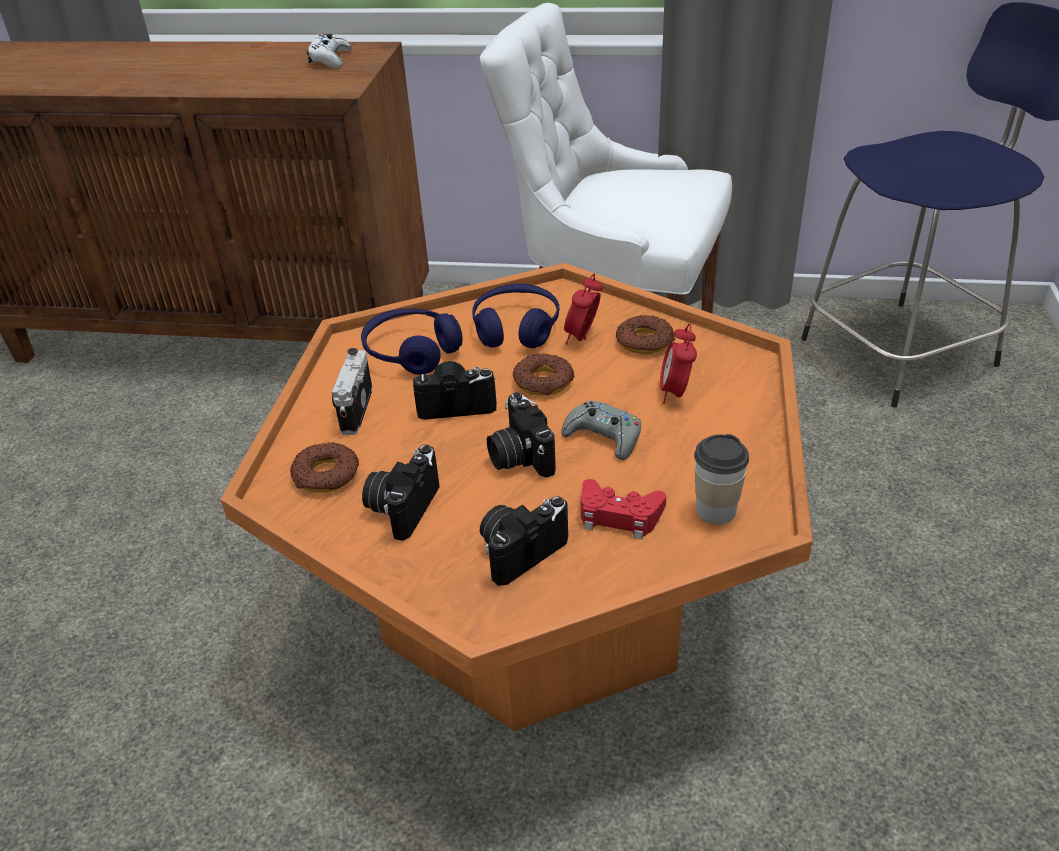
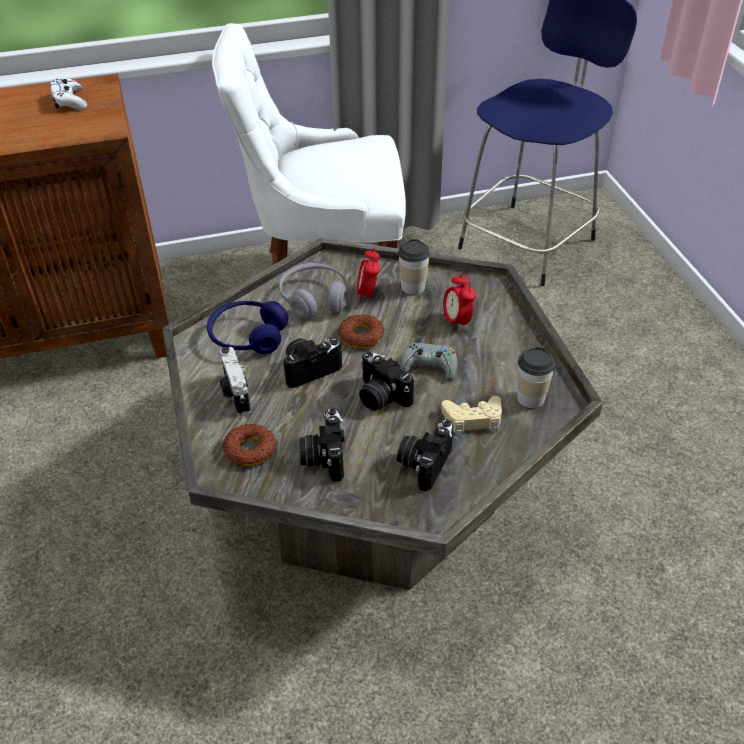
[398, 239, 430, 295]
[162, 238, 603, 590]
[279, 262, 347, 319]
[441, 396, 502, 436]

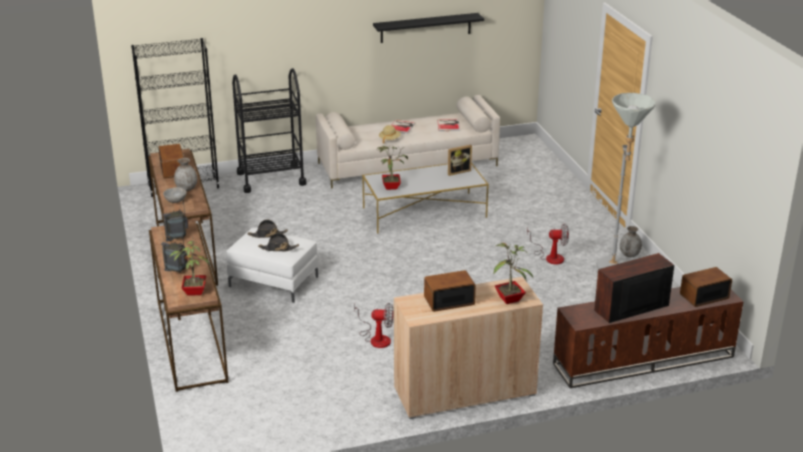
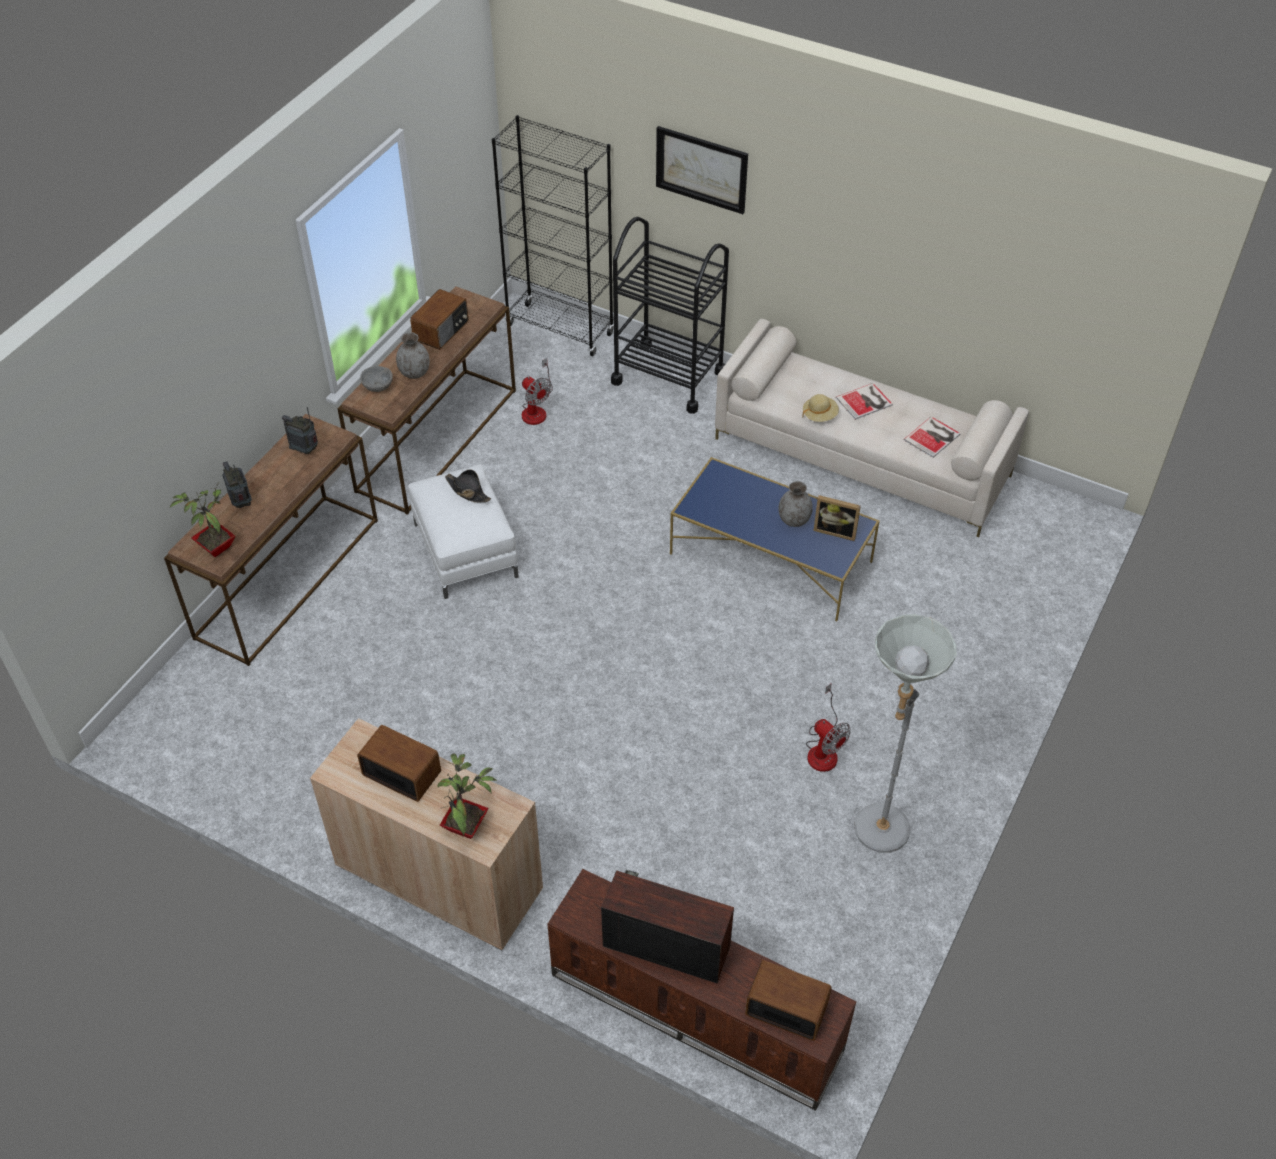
[258, 233, 299, 251] (first image)
[373, 13, 484, 43] (first image)
[378, 146, 408, 190] (first image)
[656, 126, 748, 214]
[522, 358, 553, 425]
[778, 481, 813, 527]
[670, 457, 880, 621]

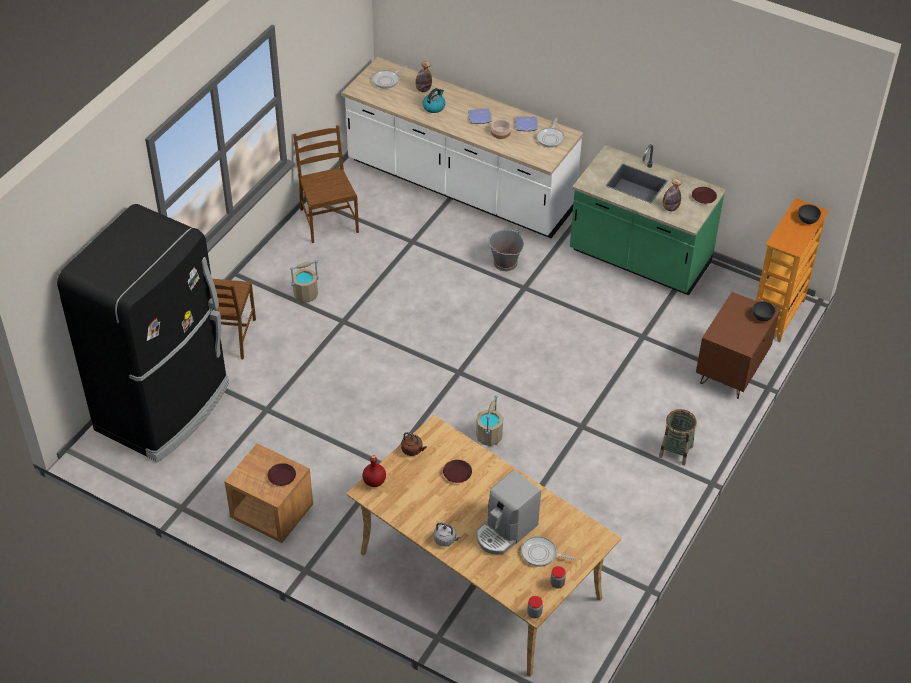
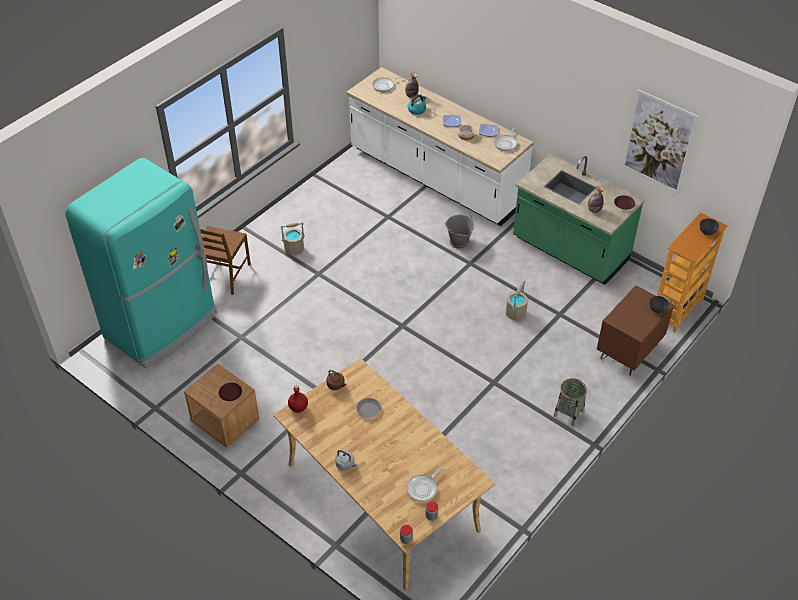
[293, 125, 359, 243] (first image)
[476, 470, 541, 555] (first image)
[622, 89, 699, 194]
[506, 281, 528, 321]
[65, 158, 217, 369]
[356, 398, 381, 418]
[407, 466, 443, 502]

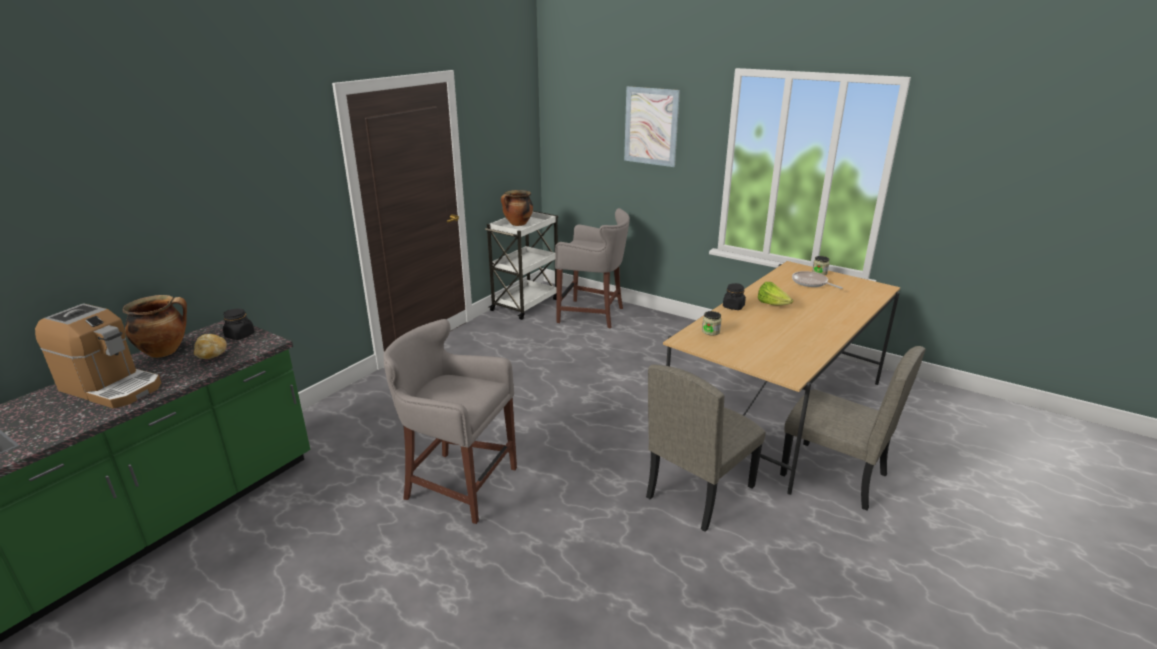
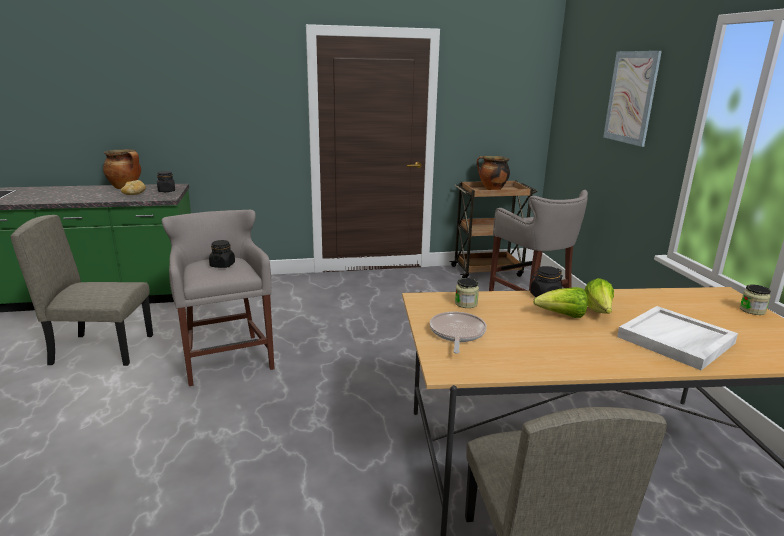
[35, 303, 161, 408] (first image)
[209, 240, 235, 268]
[533, 287, 588, 318]
[617, 306, 738, 370]
[10, 215, 153, 366]
[430, 311, 487, 354]
[449, 181, 537, 278]

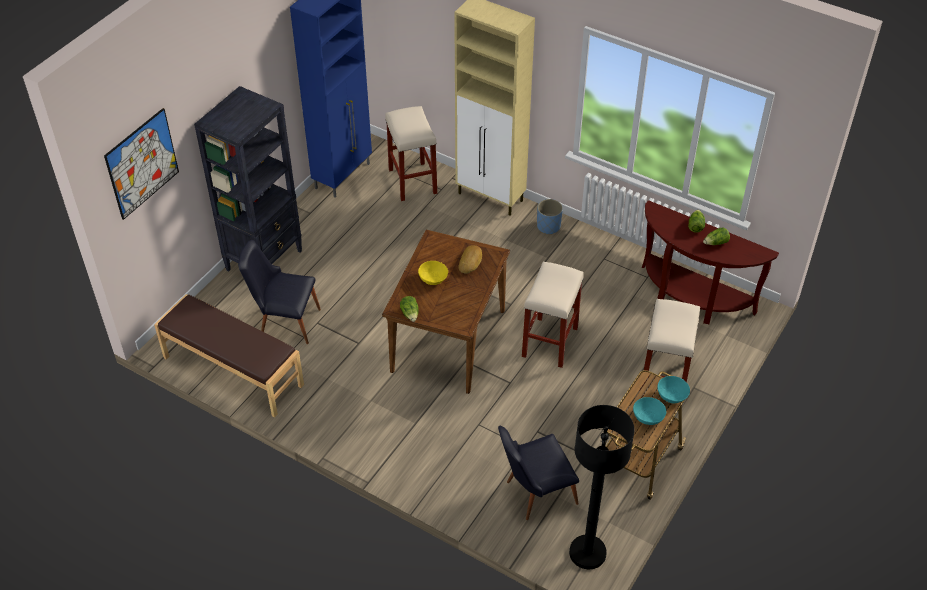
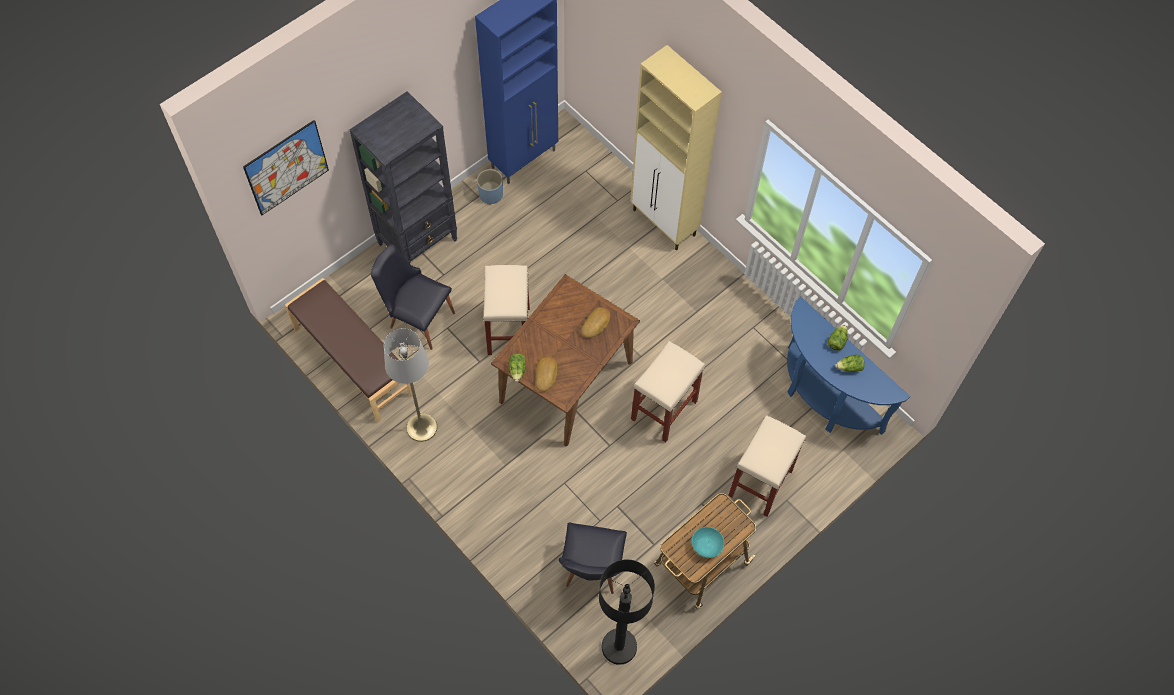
[418, 261, 448, 285] (first image)
[657, 376, 690, 403] (first image)
[384, 328, 437, 442]
[535, 356, 557, 392]
[483, 265, 530, 355]
[477, 169, 503, 205]
[787, 297, 910, 435]
[559, 522, 627, 594]

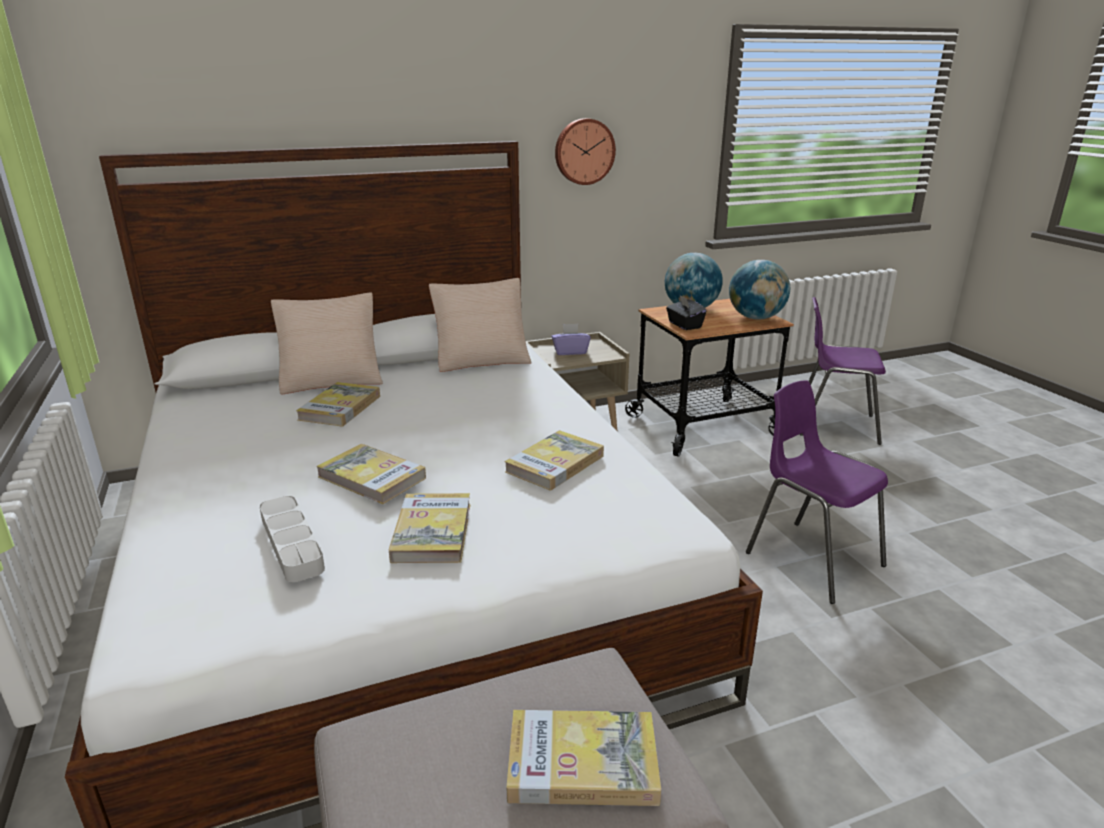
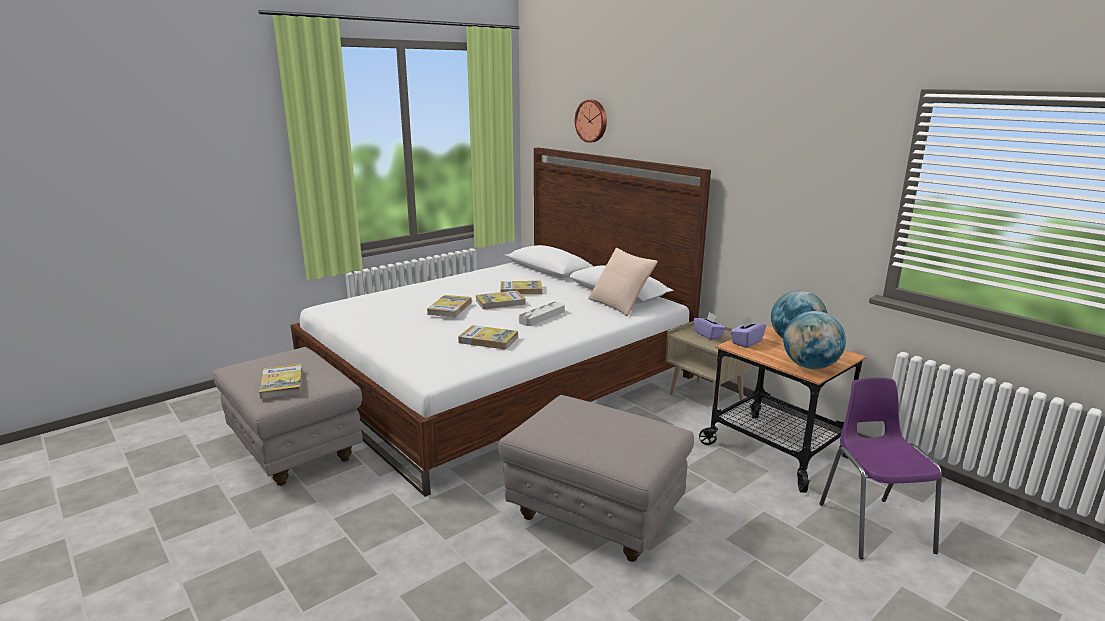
[271, 293, 383, 394] (first image)
[519, 302, 565, 326]
[476, 291, 526, 310]
[575, 100, 607, 143]
[499, 395, 694, 562]
[730, 315, 766, 348]

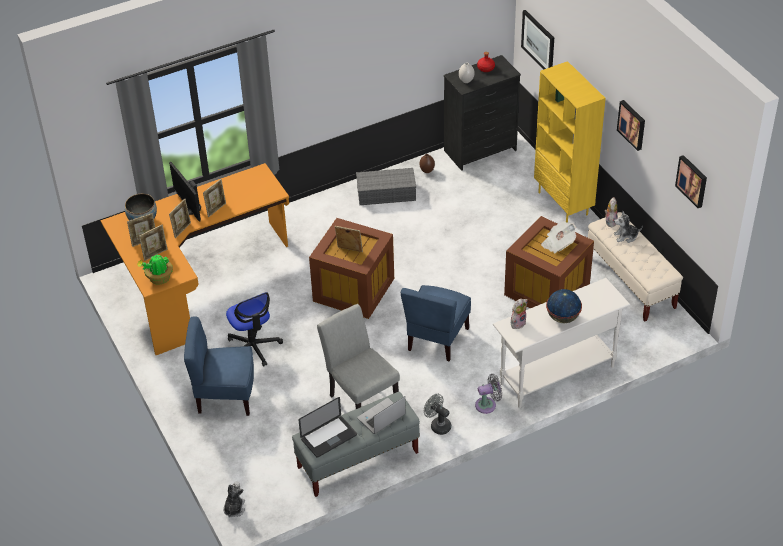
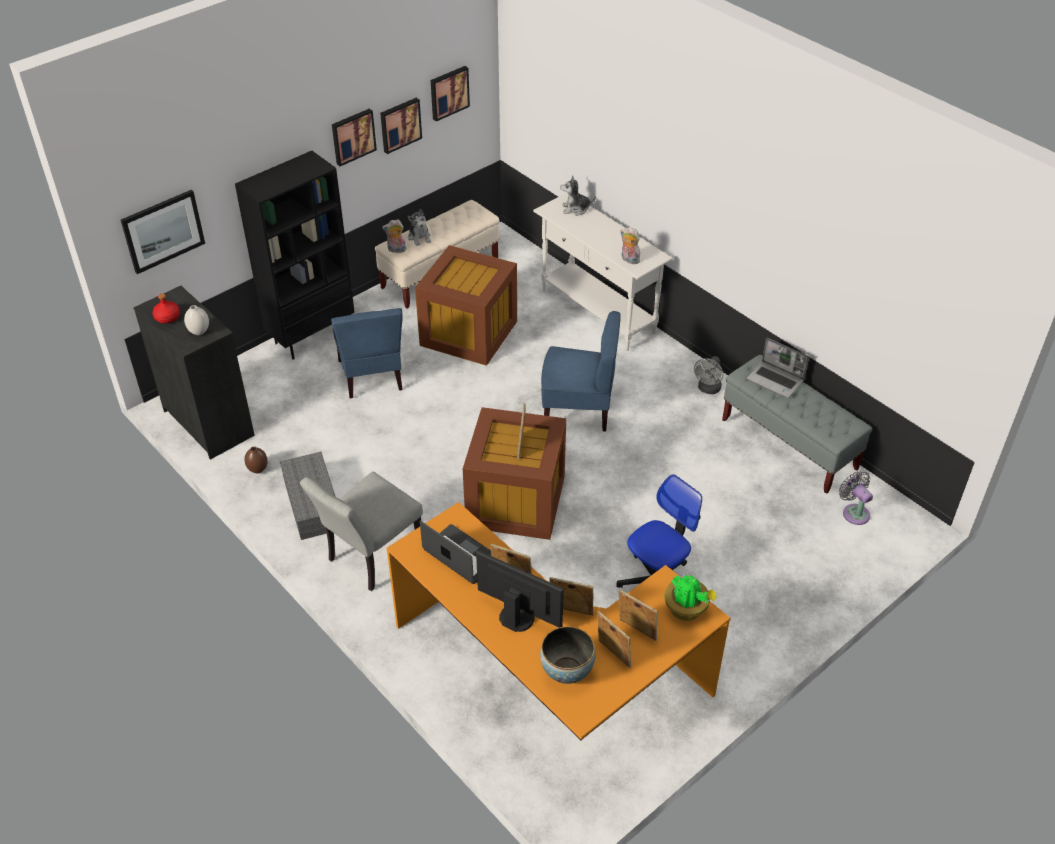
[541, 221, 577, 253] (first image)
[546, 289, 582, 323] (first image)
[380, 98, 422, 154]
[331, 308, 403, 398]
[560, 176, 596, 216]
[420, 521, 491, 584]
[300, 472, 423, 591]
[839, 471, 873, 525]
[235, 151, 355, 360]
[476, 550, 564, 632]

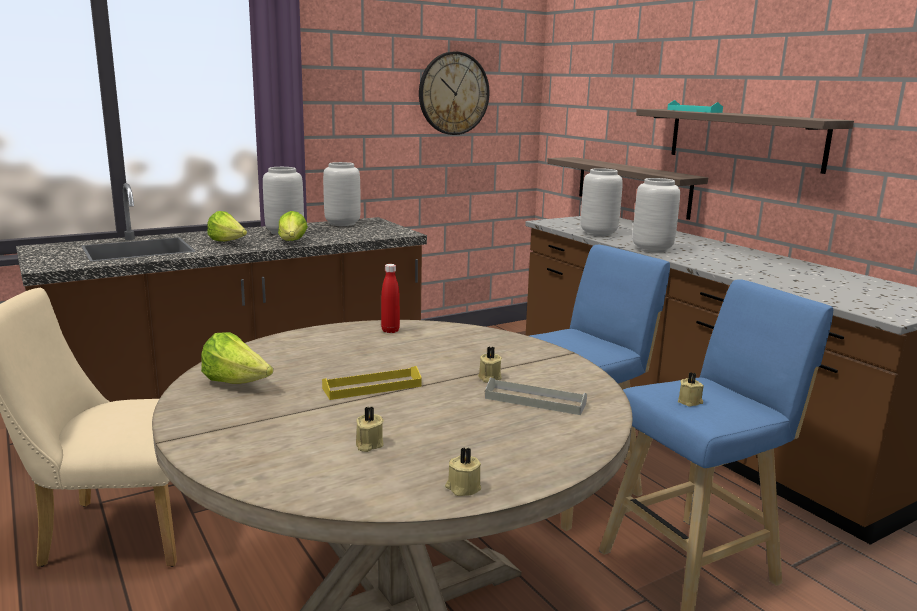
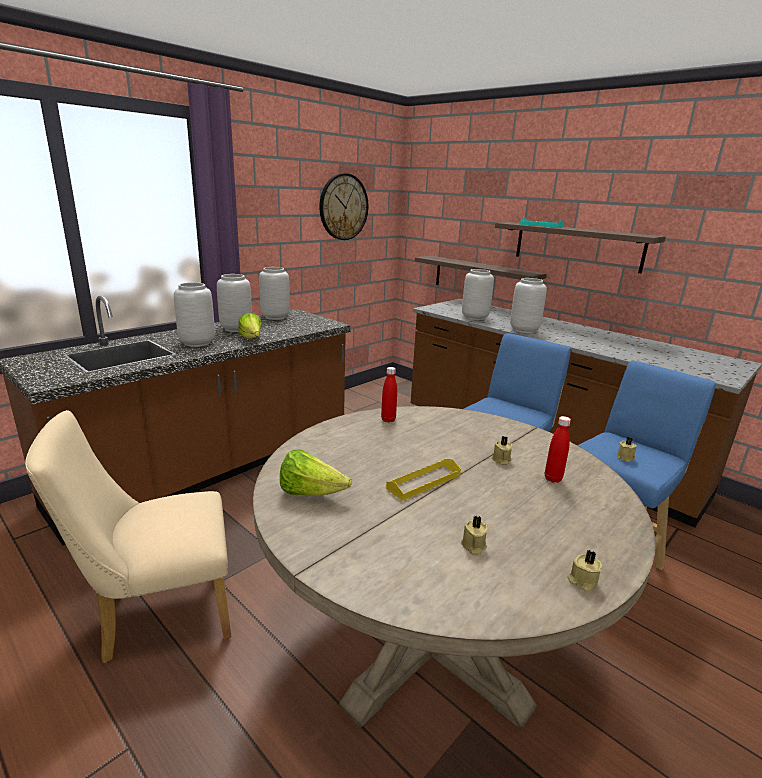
[174, 282, 215, 347]
[545, 416, 571, 483]

